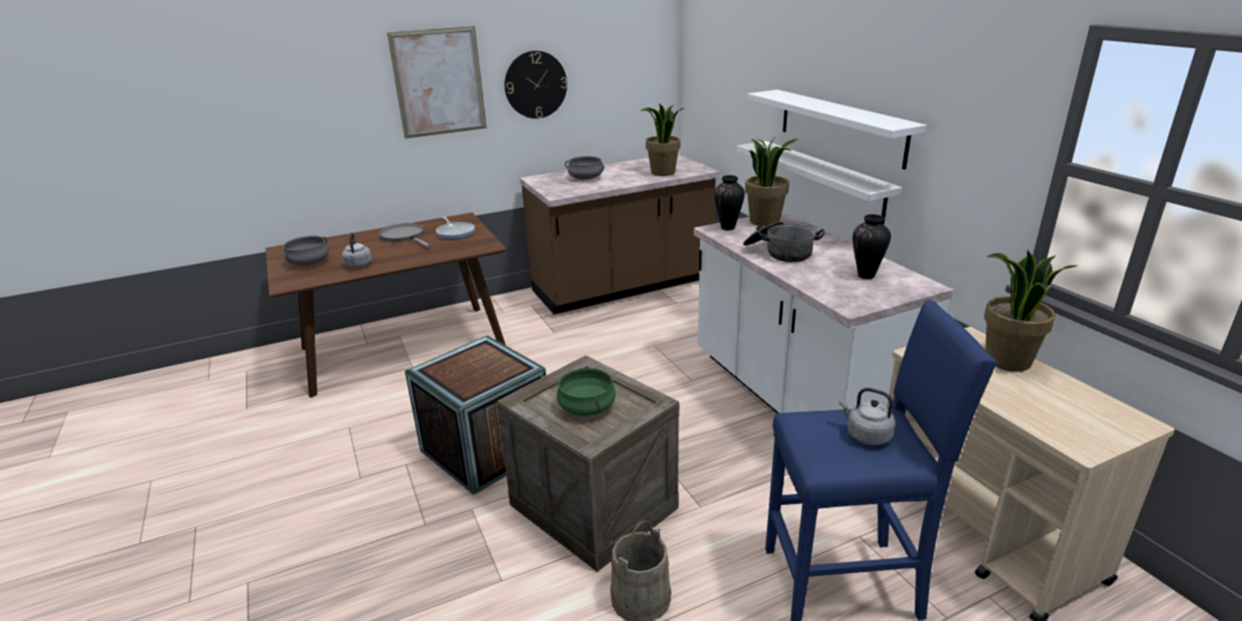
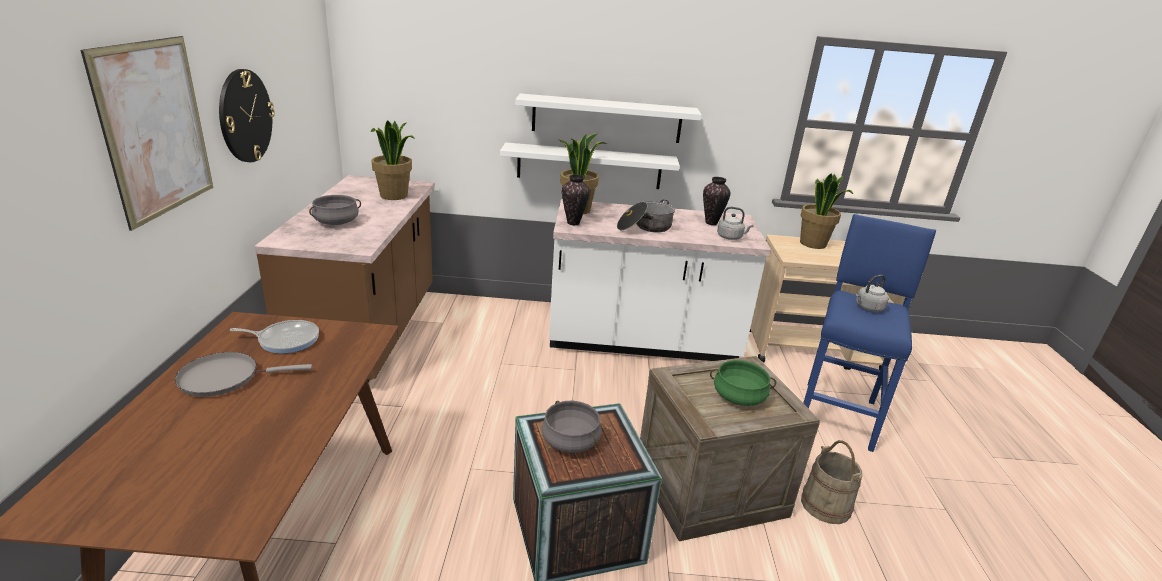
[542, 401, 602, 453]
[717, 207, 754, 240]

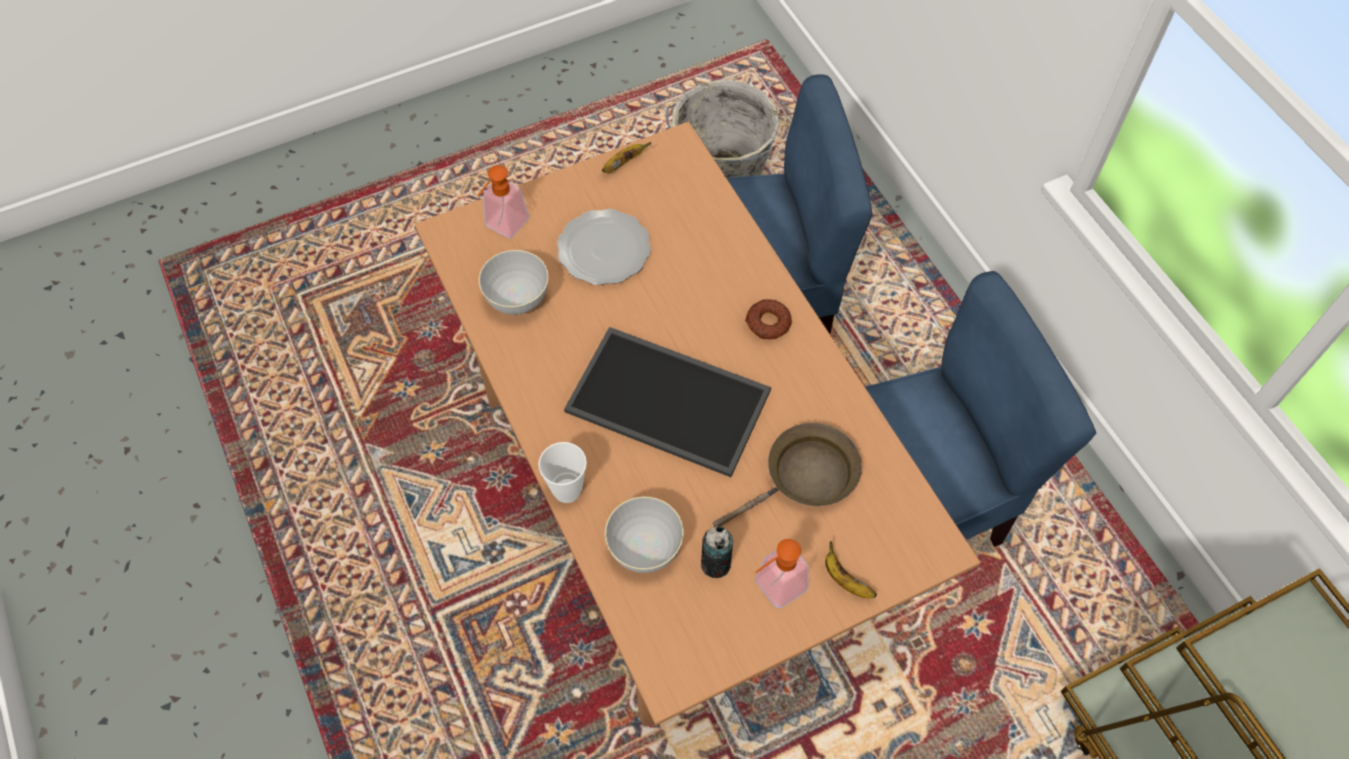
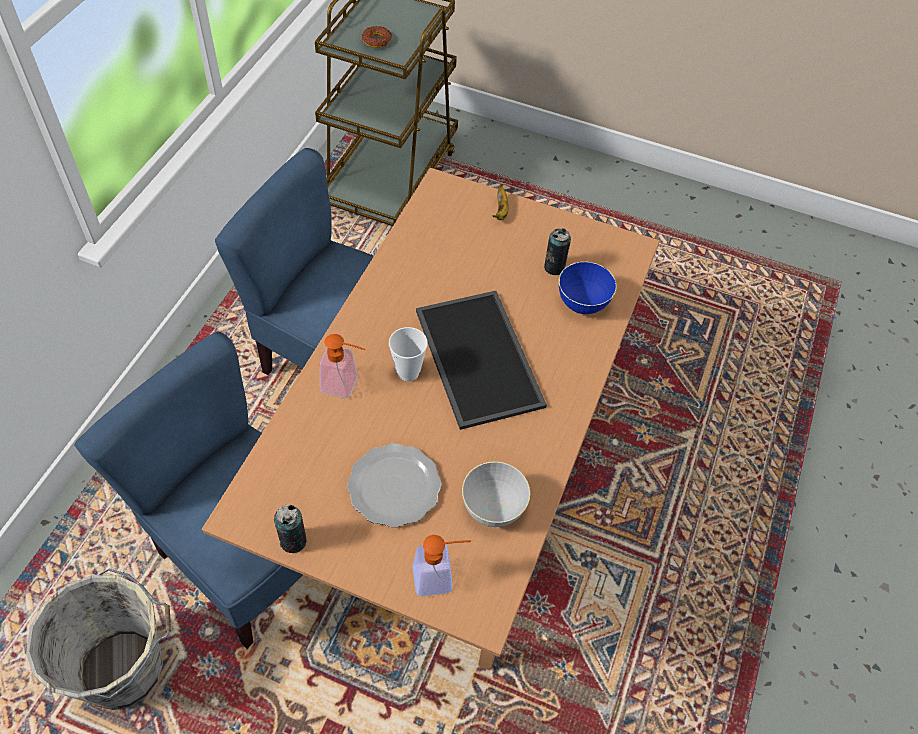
[713, 423, 862, 527] (first image)
[389, 327, 428, 381]
[362, 26, 392, 48]
[320, 334, 365, 398]
[274, 505, 307, 553]
[559, 262, 617, 314]

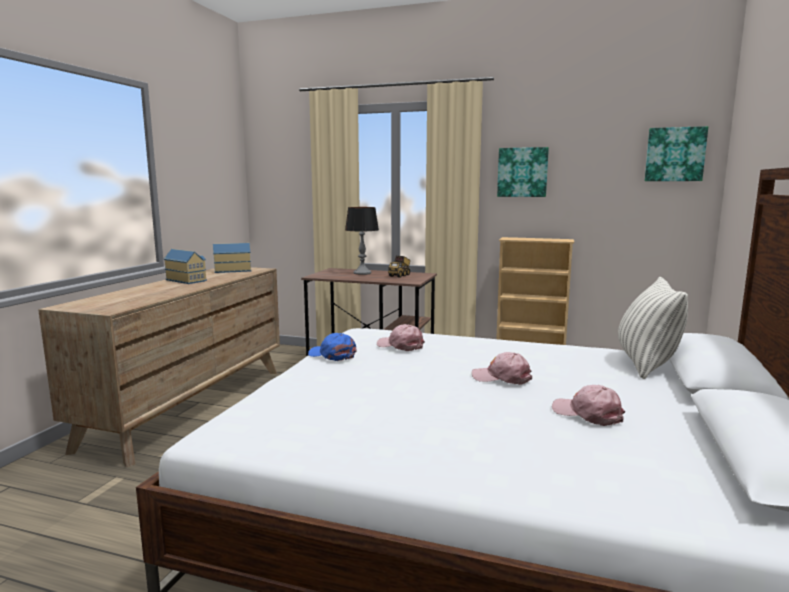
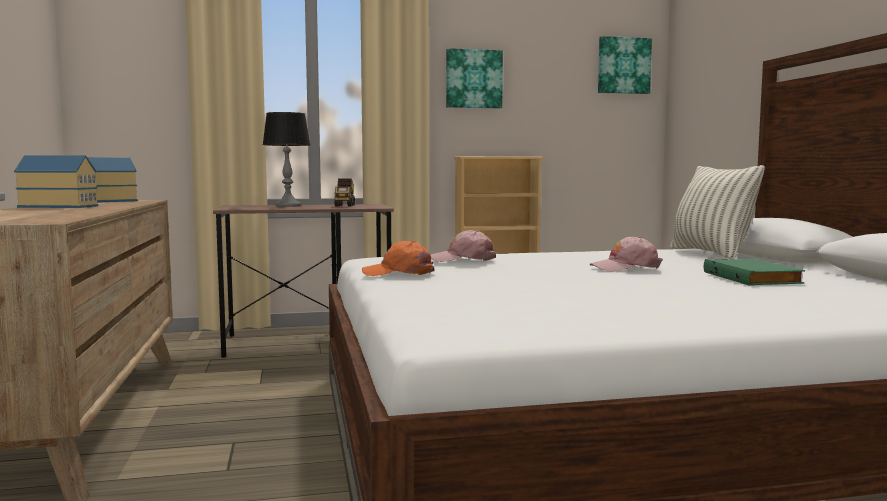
[704, 259, 805, 286]
[362, 240, 434, 276]

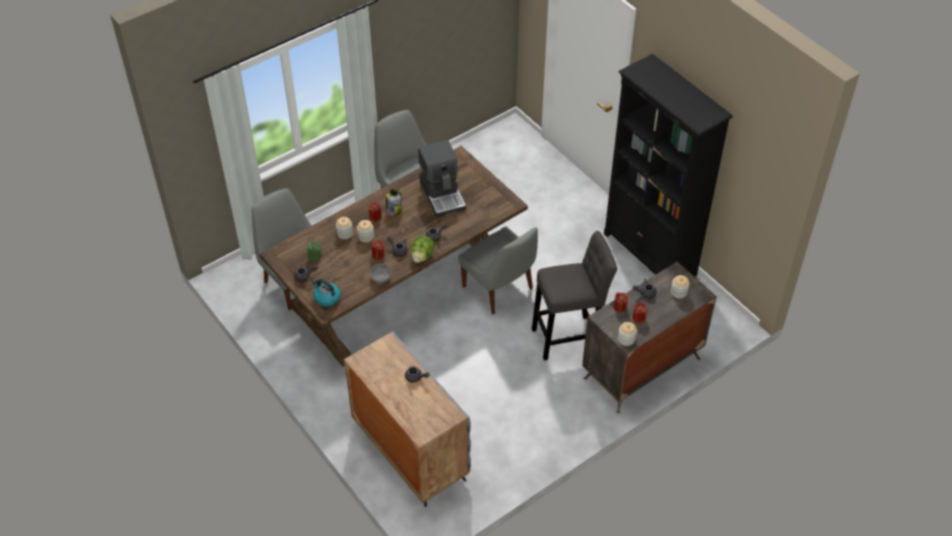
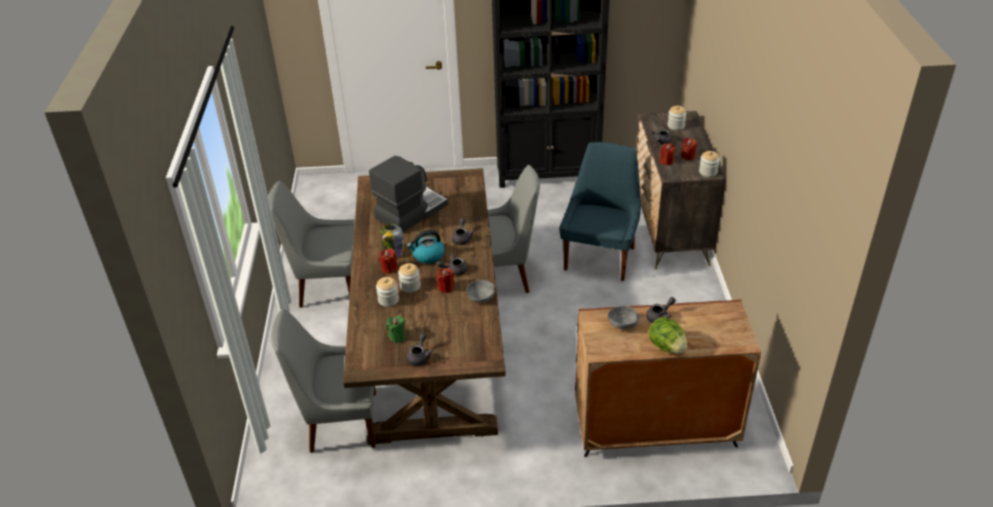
[608, 306, 639, 329]
[407, 230, 445, 264]
[649, 317, 687, 353]
[560, 142, 641, 281]
[575, 299, 761, 457]
[369, 156, 448, 232]

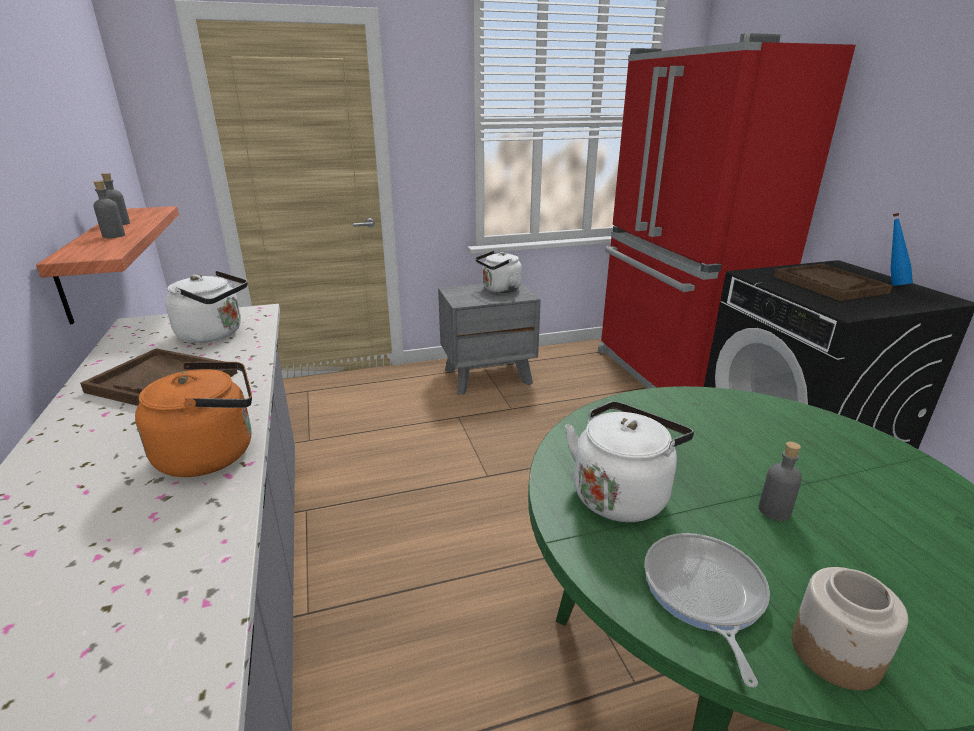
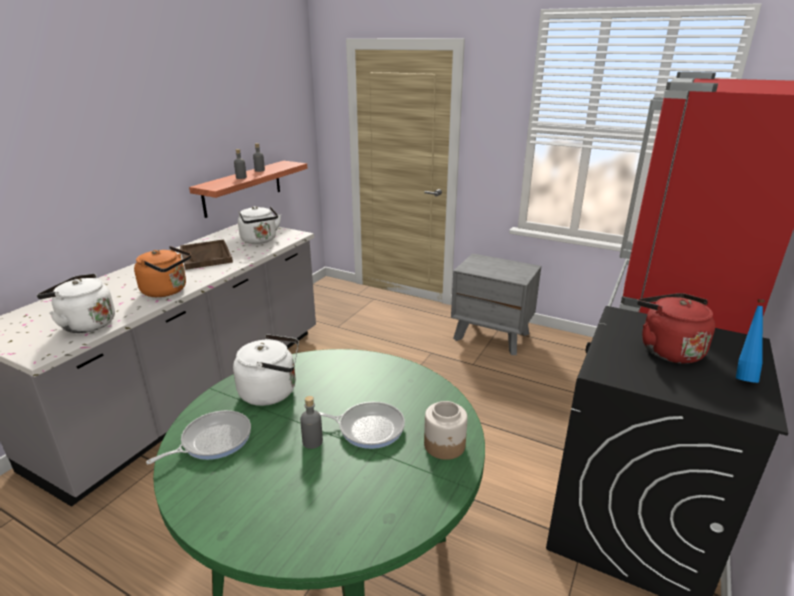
[319, 402, 405, 449]
[37, 274, 115, 333]
[424, 401, 468, 460]
[637, 293, 715, 364]

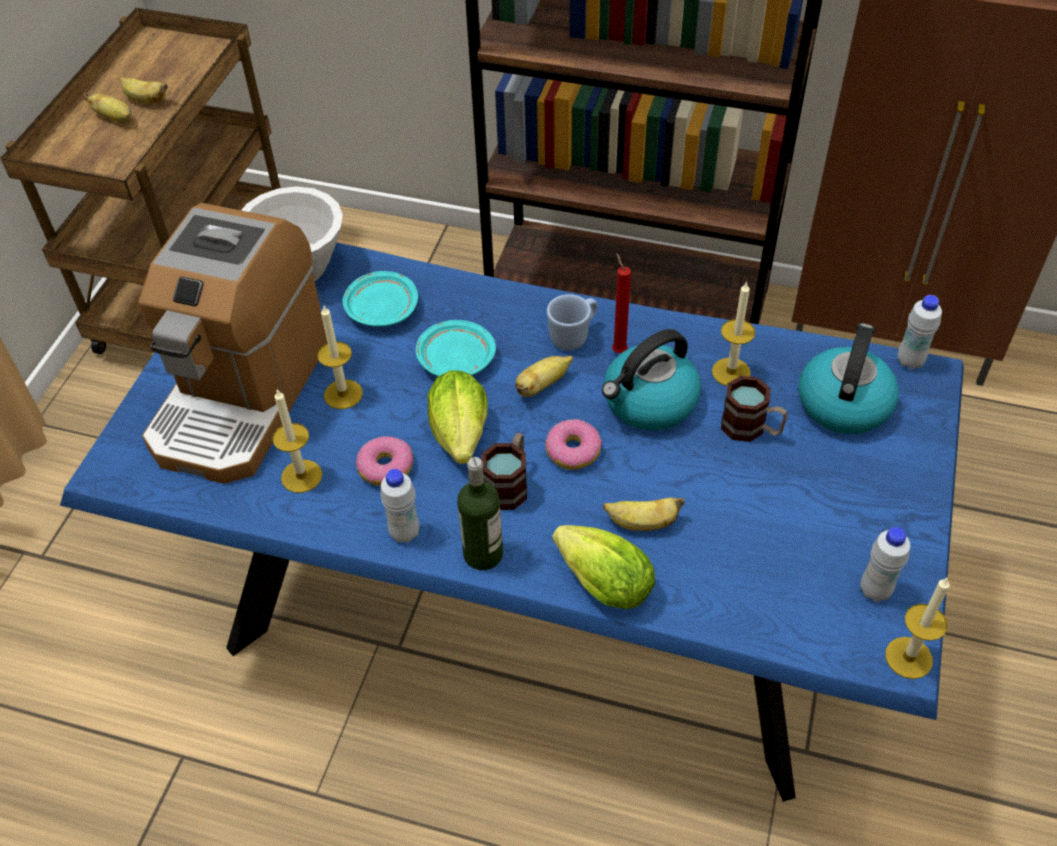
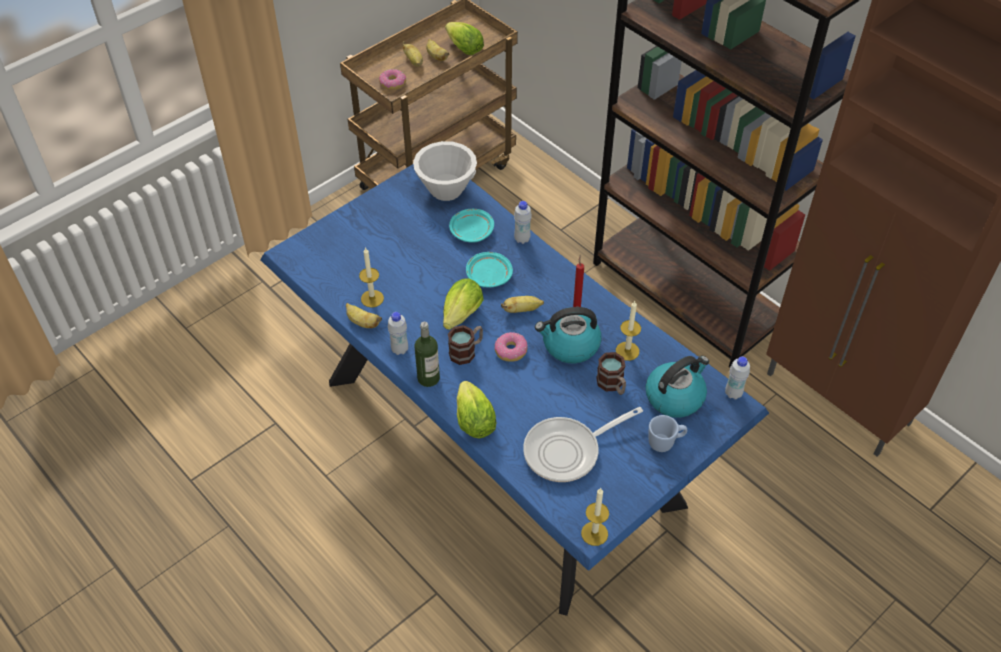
[138, 203, 328, 484] (first image)
[317, 306, 363, 409] (first image)
[445, 22, 484, 55]
[523, 407, 643, 482]
[379, 69, 406, 90]
[649, 415, 687, 452]
[346, 303, 382, 328]
[514, 201, 532, 244]

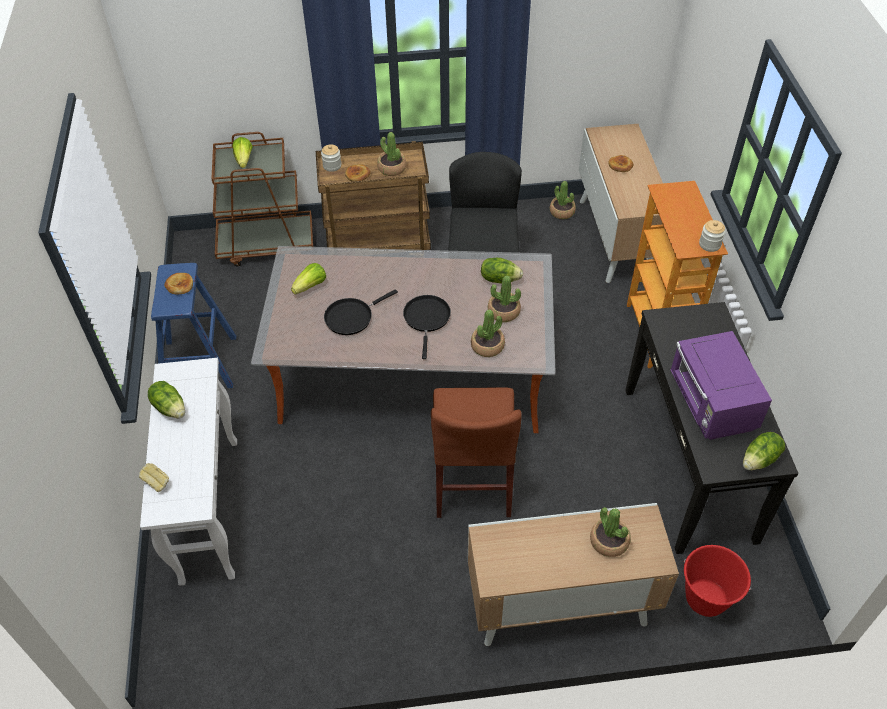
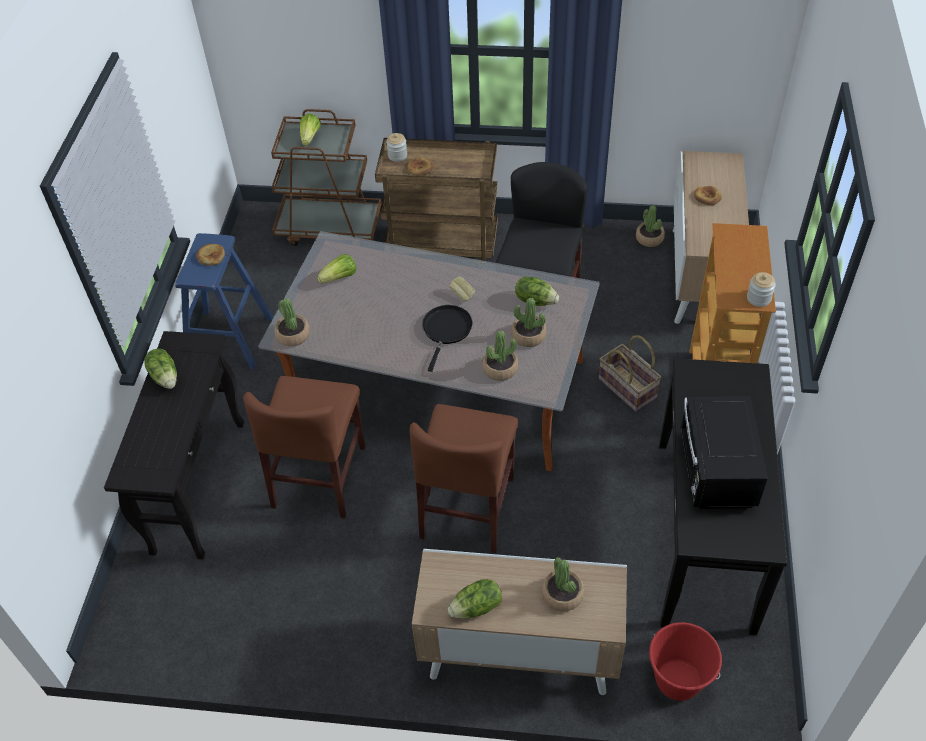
[324, 289, 398, 335] (first image)
[243, 376, 365, 519]
[599, 335, 662, 412]
[450, 276, 475, 302]
[274, 298, 310, 346]
[448, 579, 502, 618]
[104, 331, 244, 560]
[680, 396, 768, 509]

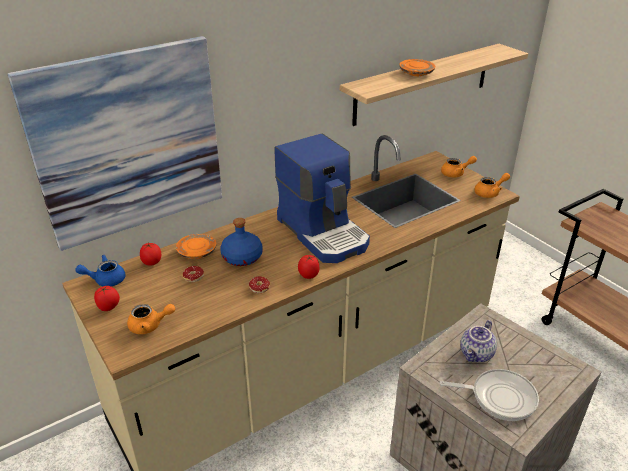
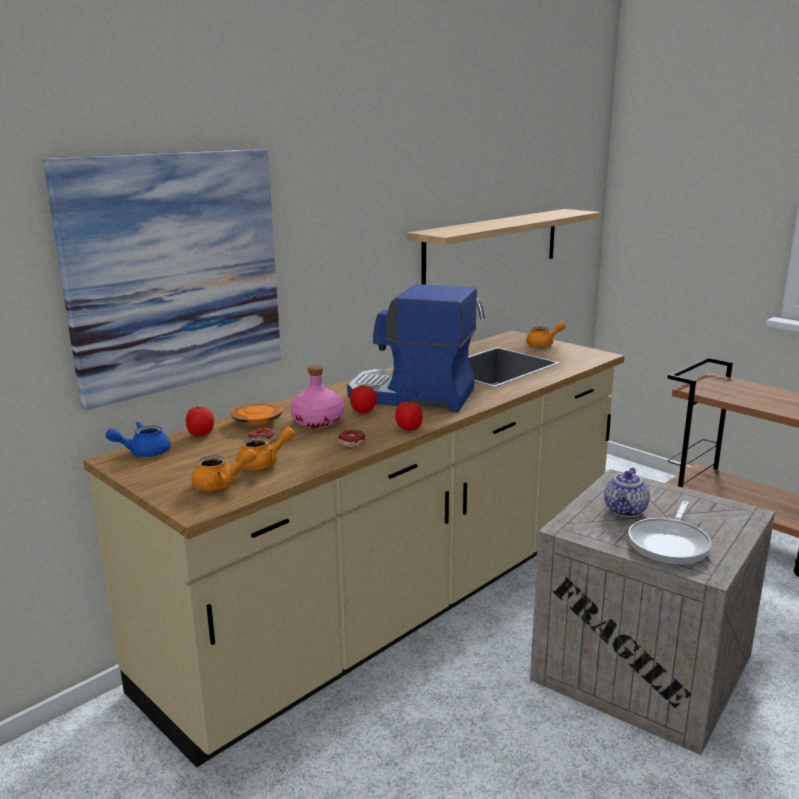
[399, 59, 435, 76] (first image)
[350, 385, 377, 413]
[236, 427, 295, 470]
[290, 365, 344, 428]
[347, 284, 477, 412]
[628, 501, 712, 565]

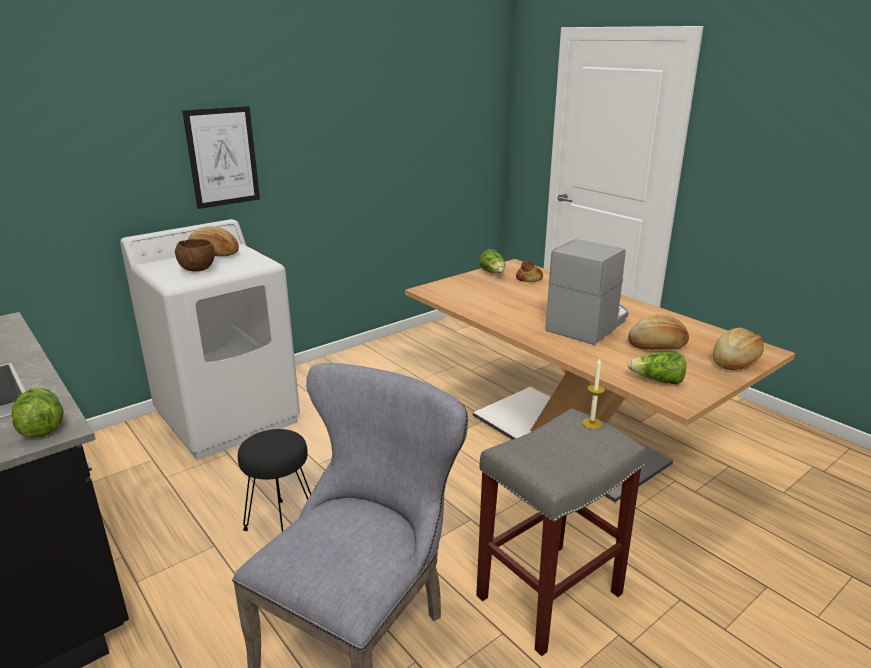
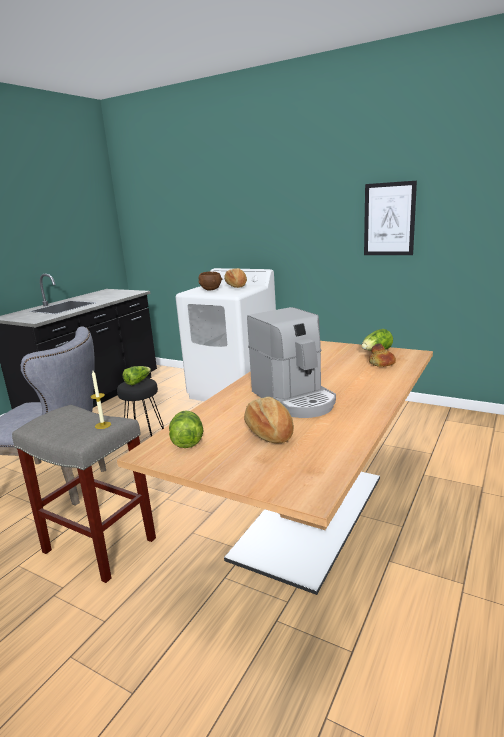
[713, 327, 764, 370] (first image)
[123, 366, 151, 385]
[364, 181, 417, 255]
[247, 307, 336, 418]

